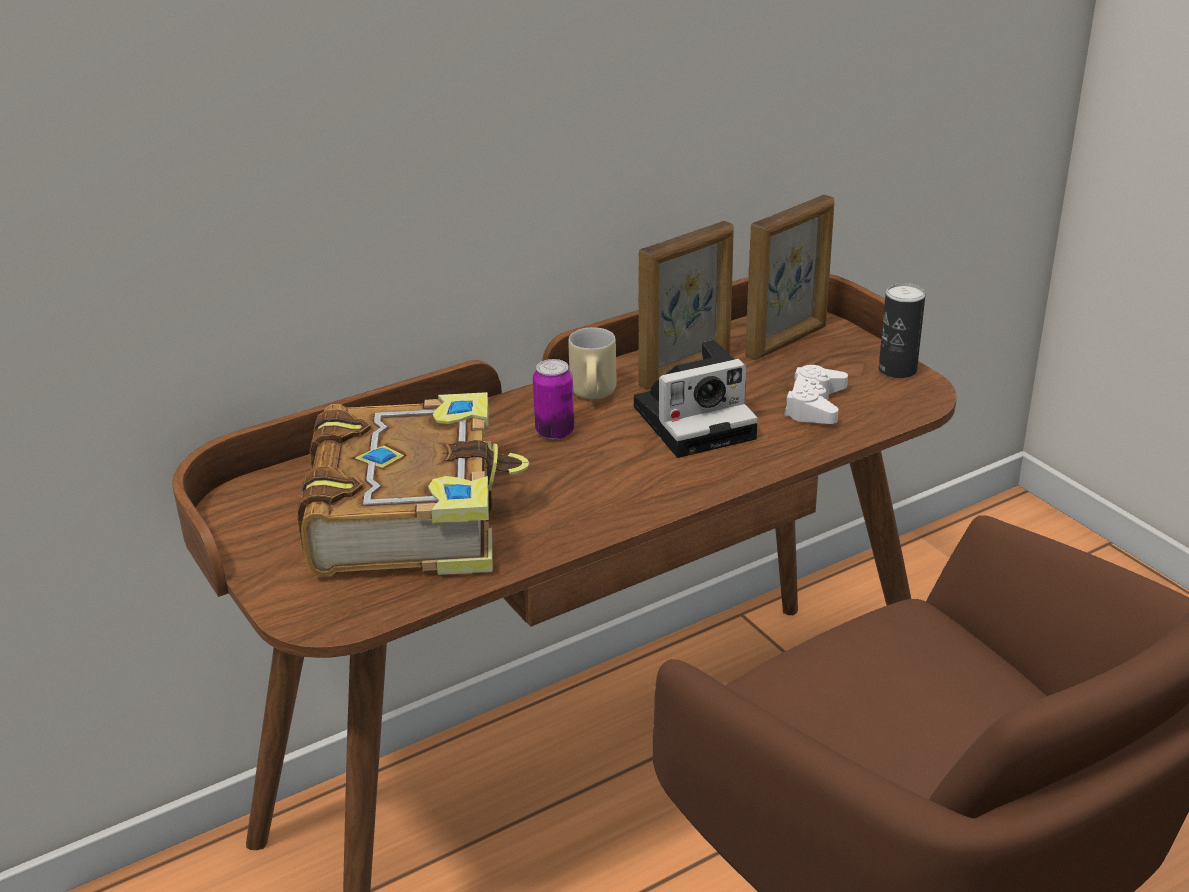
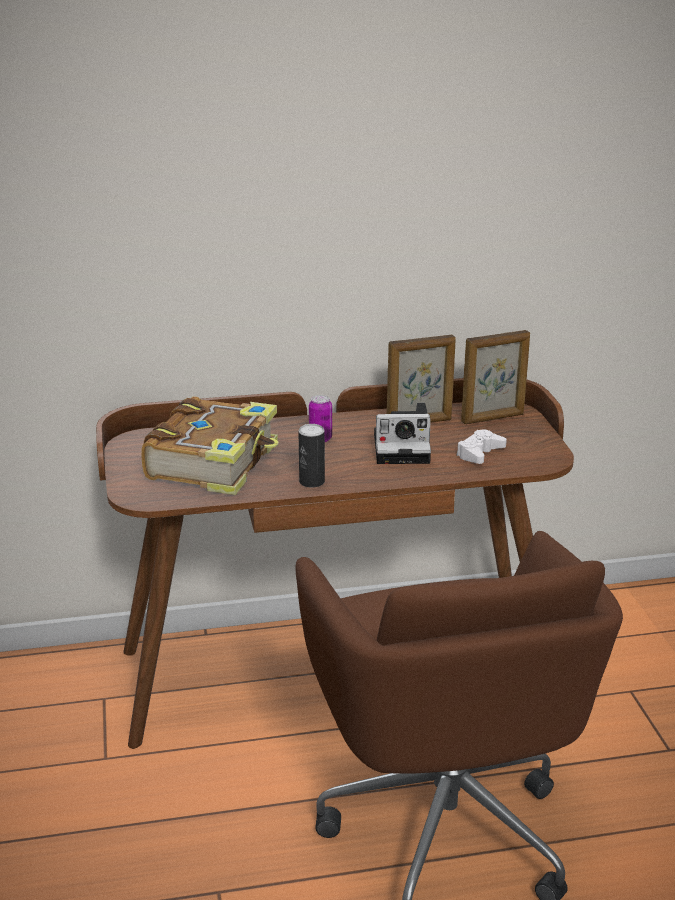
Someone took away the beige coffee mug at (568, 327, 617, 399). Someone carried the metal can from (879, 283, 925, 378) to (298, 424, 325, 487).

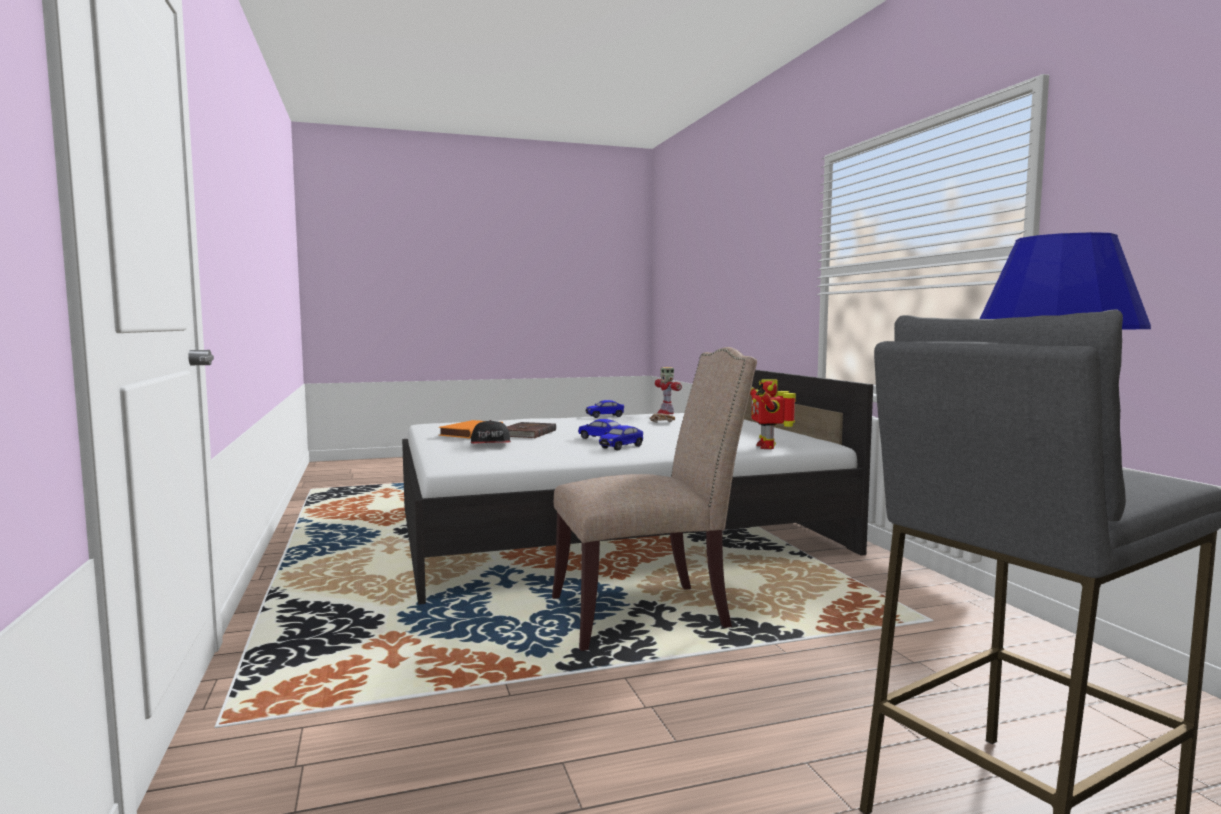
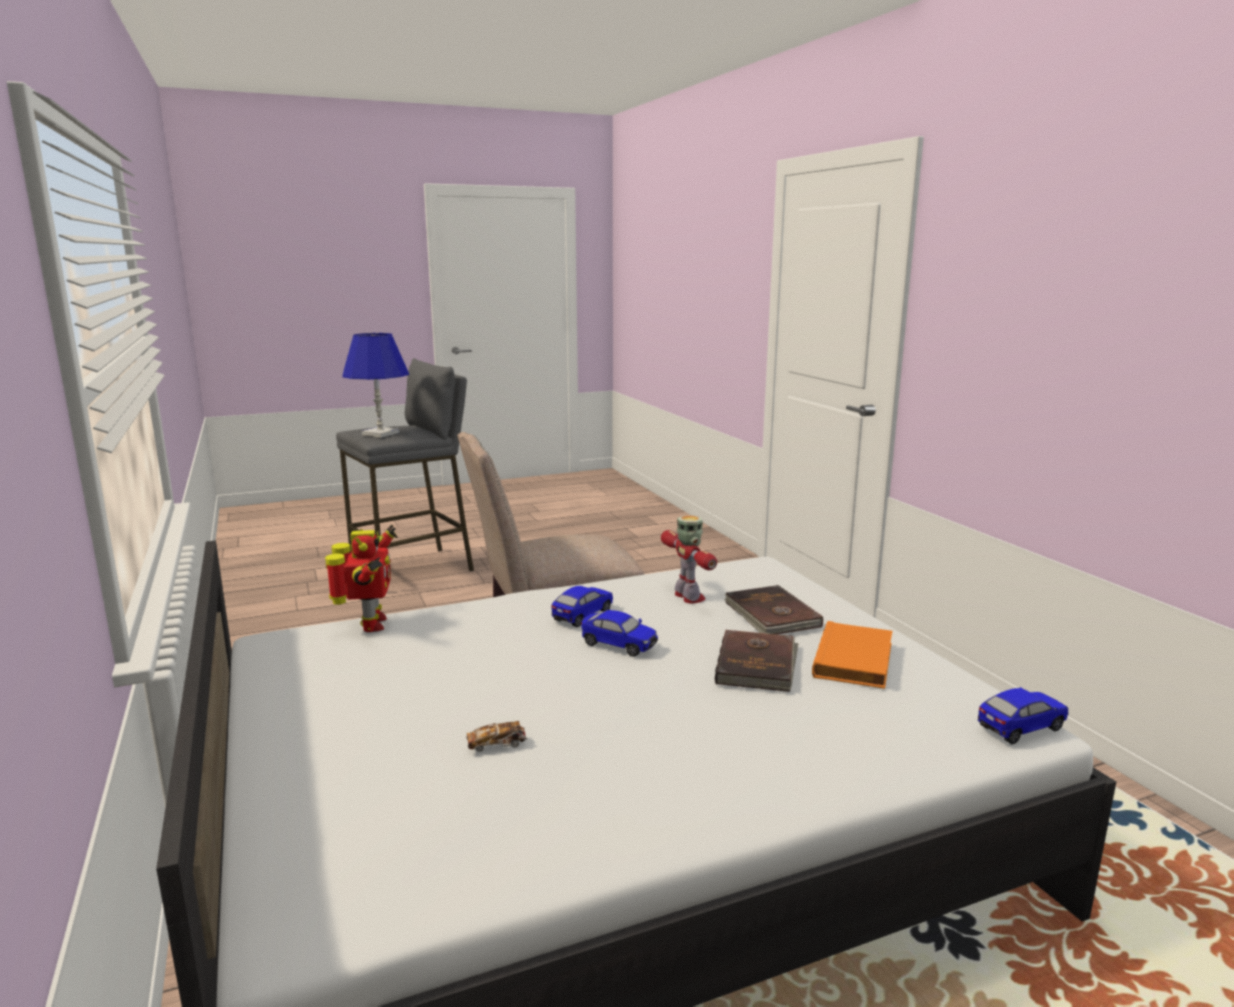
Someone carried the toy car from (585, 400, 624, 418) to (978, 687, 1068, 744). Someone carried the toy robot from (655, 367, 682, 415) to (661, 515, 717, 604). Someone swapped the baseball cap at (471, 420, 511, 444) for the brown-coloured volume at (724, 585, 823, 634).

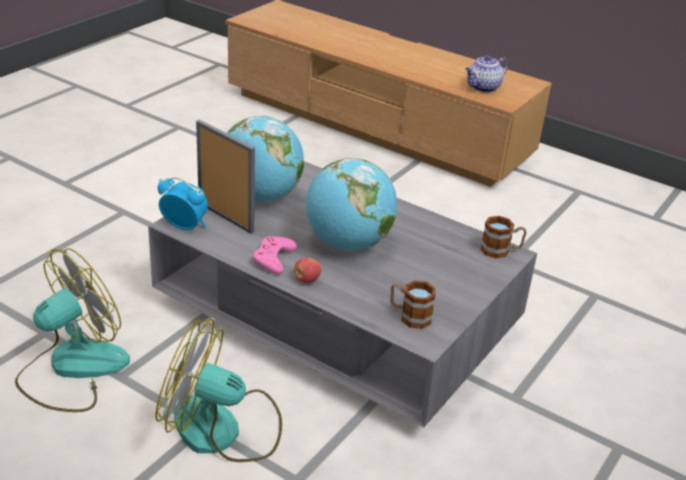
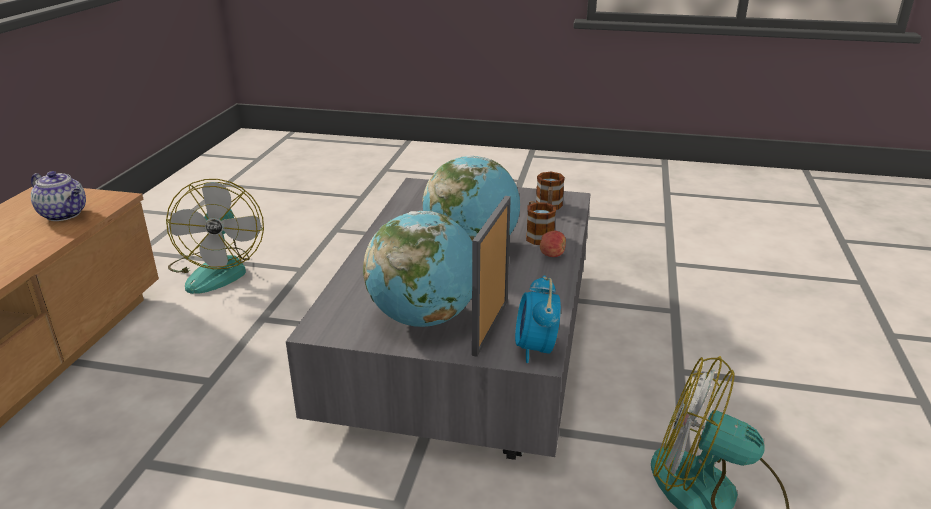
Someone took away the pink-coloured game controller at (253, 236, 297, 274). Someone carried the cooling fan from (155, 319, 282, 462) to (166, 179, 264, 294). Someone carried the coffee mug from (481, 216, 526, 258) to (526, 201, 556, 245).

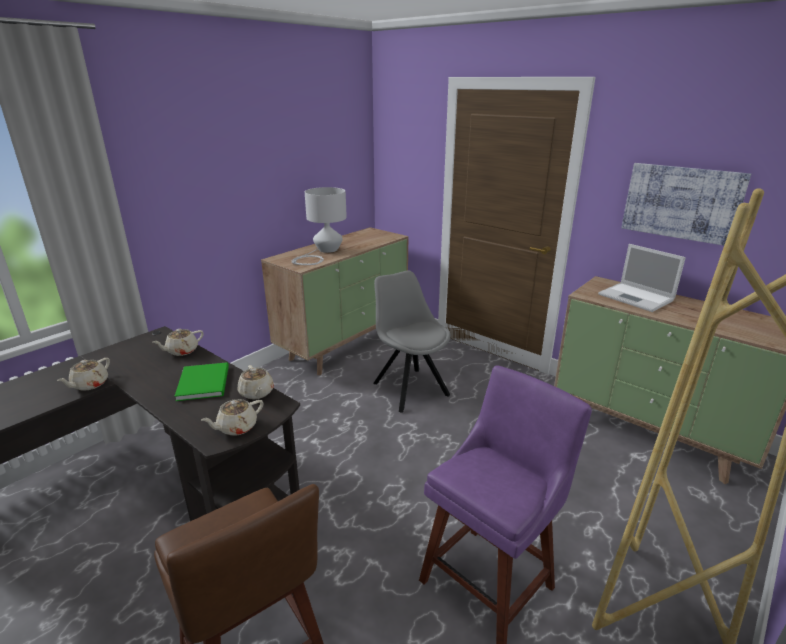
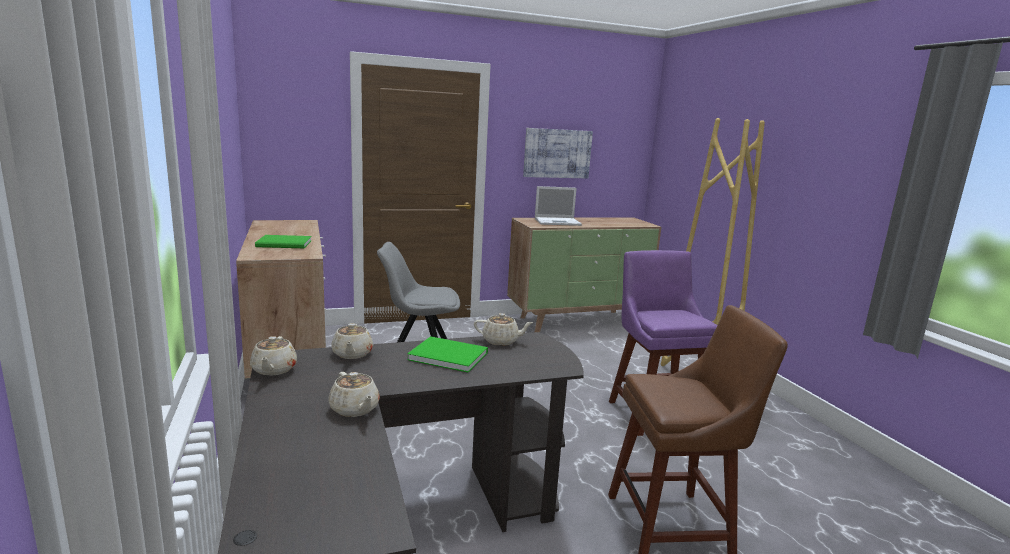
Someone carried the beige teapot from (201, 399, 263, 436) to (250, 336, 297, 376). Someone swapped the white table lamp at (292, 187, 347, 265) for the green volume at (255, 235, 312, 248).

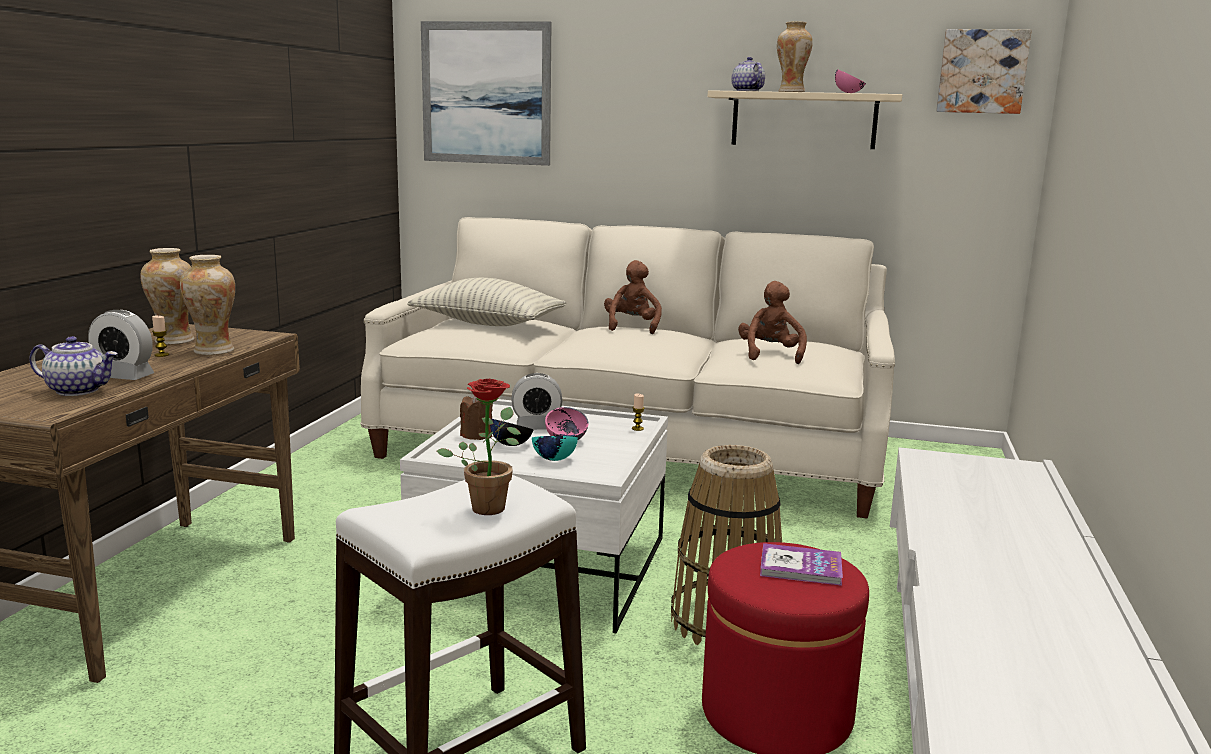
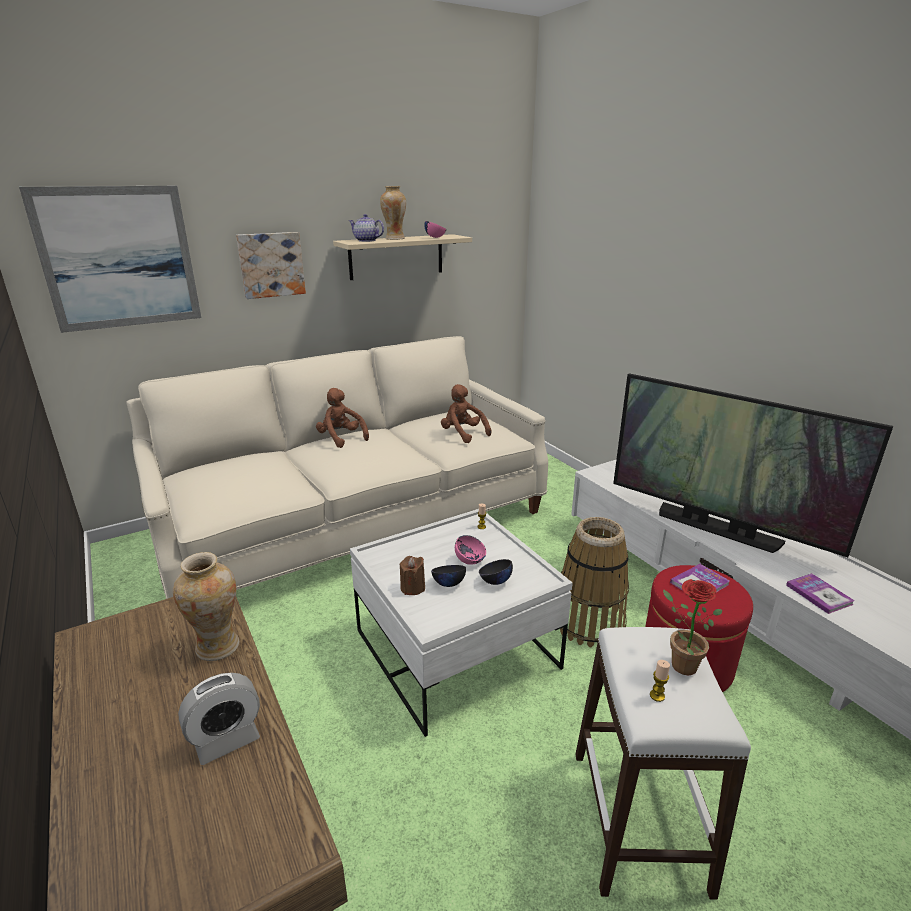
Someone took away the teapot at (29, 336, 117, 396). Someone took away the flower vase at (140, 248, 194, 345). Someone took away the throw pillow at (407, 278, 567, 326). Someone took away the bedside clock at (512, 373, 562, 430). Someone put down the television at (613, 373, 893, 557). Someone put down the volume at (786, 573, 855, 614). Someone carried the candle from (152, 316, 169, 357) to (650, 660, 670, 702). Someone carried the wall art from (936, 29, 1032, 114) to (236, 232, 306, 299). Someone repainted the turquoise bowl at (532, 436, 578, 461), which became the black-coloured bowl at (479, 559, 513, 585).

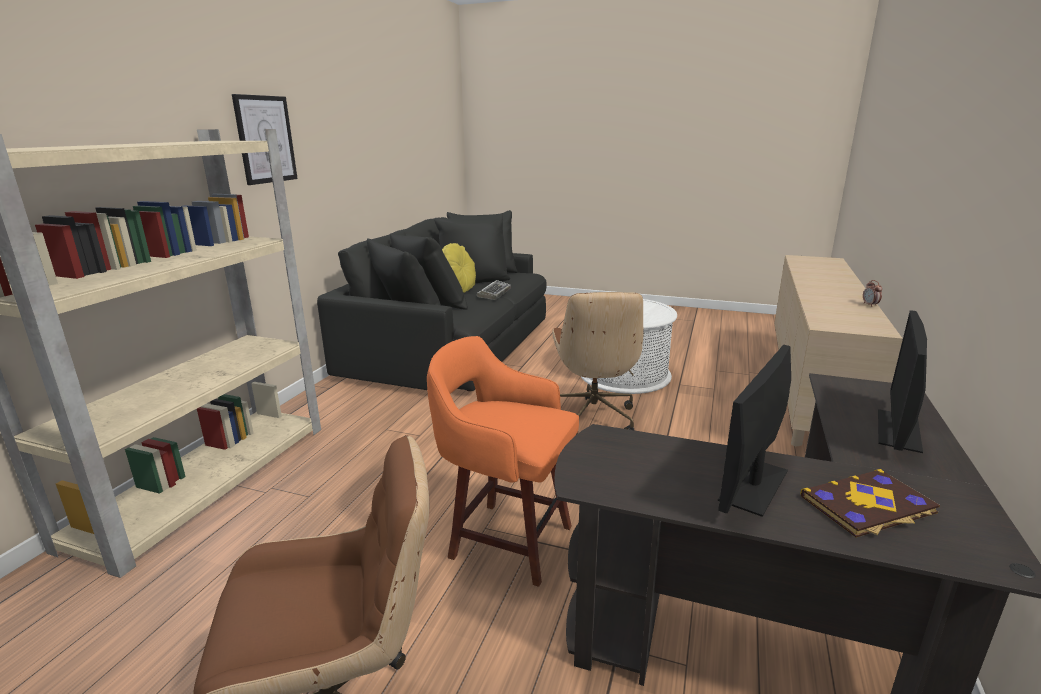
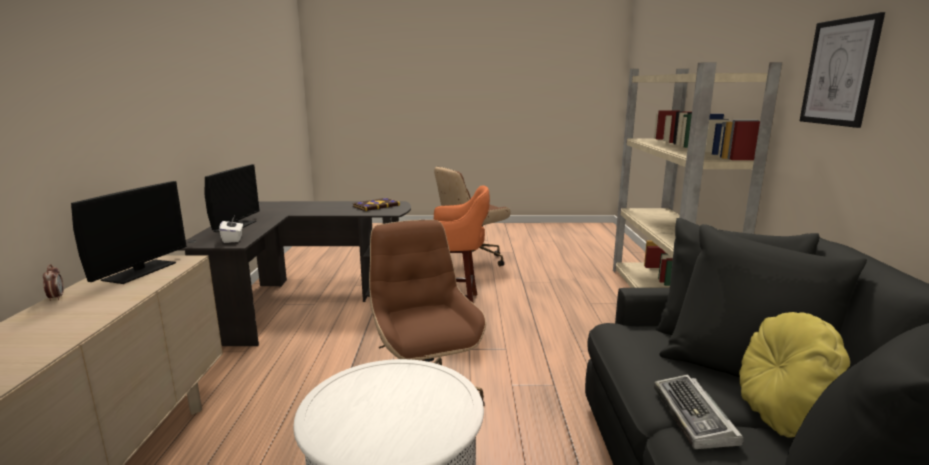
Someone put down the white tissue box at (219, 216, 243, 243). Someone carried the monitor from (718, 345, 791, 517) to (71, 181, 187, 284). Someone carried the volume from (800, 469, 940, 538) to (353, 198, 400, 211).

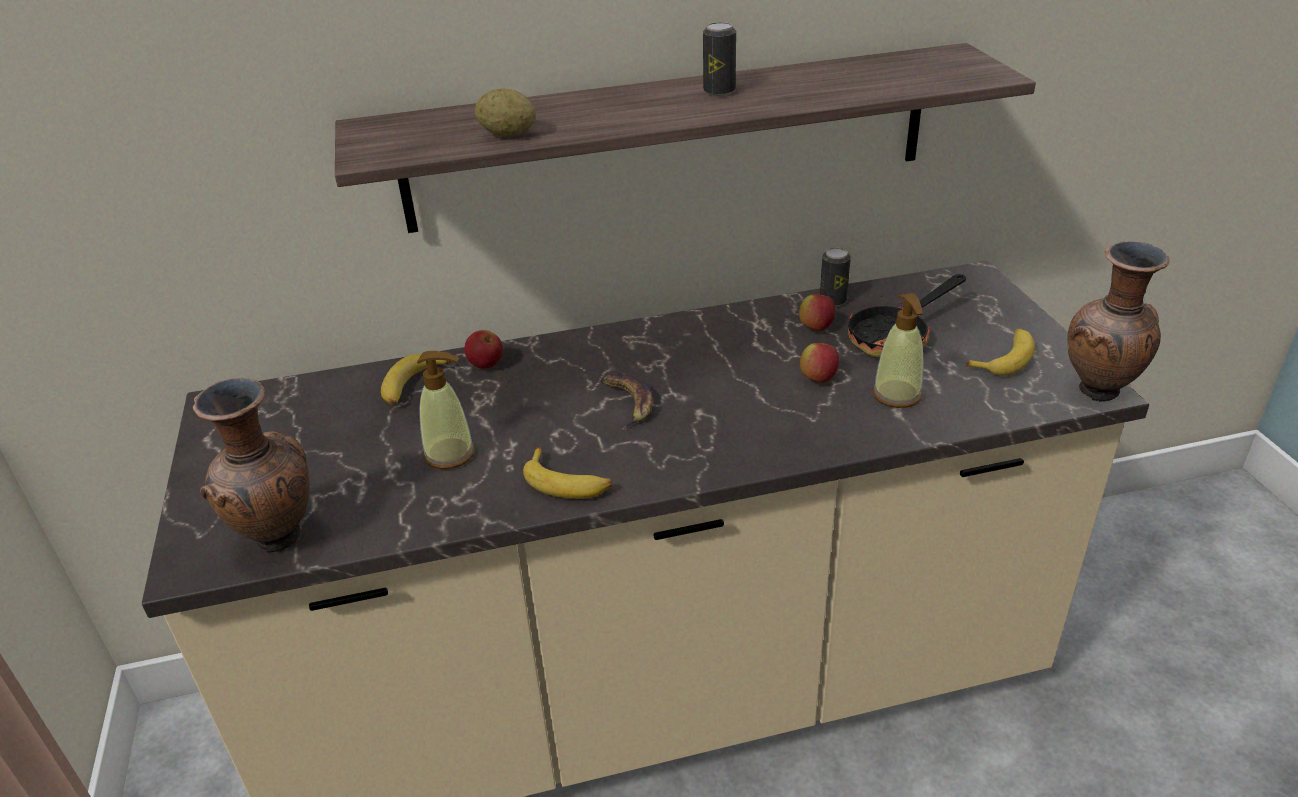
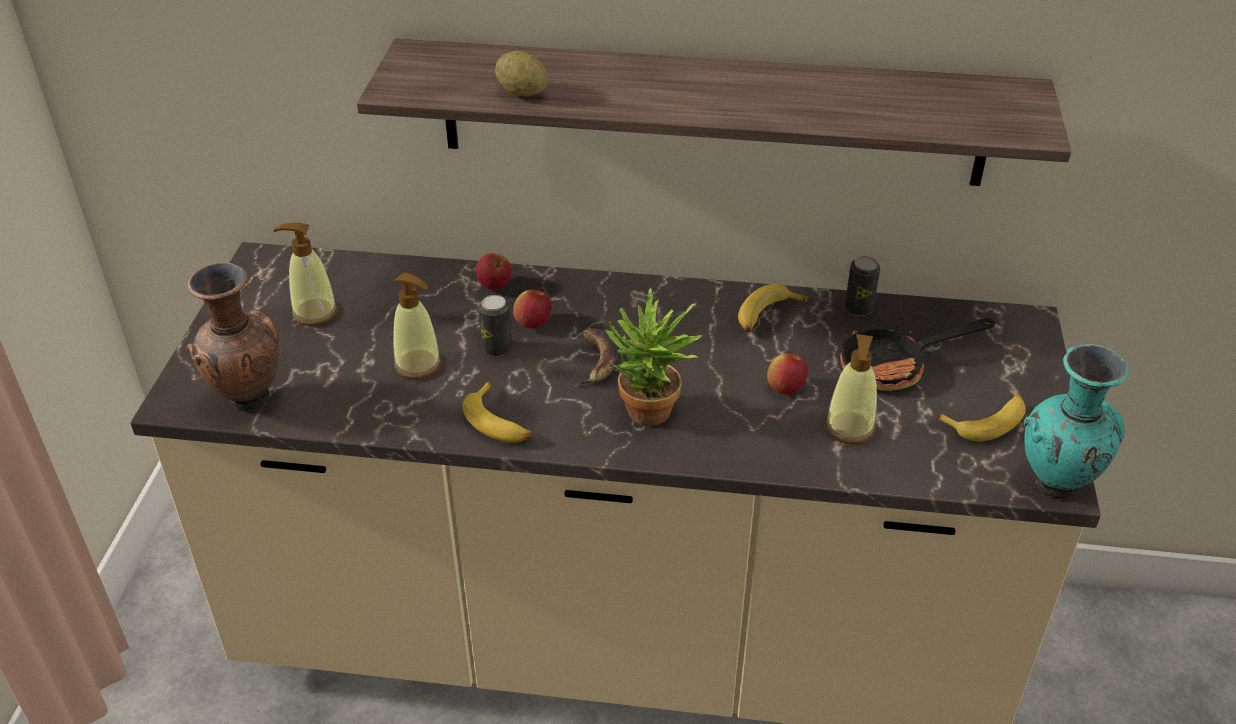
Someone put down the soap bottle at (273, 223, 337, 326). Someone put down the plant in a pot at (605, 288, 702, 426). Someone carried the banana fruit from (381, 354, 451, 406) to (738, 284, 809, 332). Someone carried the metal can from (703, 22, 736, 96) to (479, 295, 512, 357). Someone carried the apple from (799, 294, 835, 331) to (513, 290, 552, 328). Someone repainted the brown-coloured flower vase at (1067, 241, 1170, 402), which became the turquoise flower vase at (1024, 344, 1129, 499).

